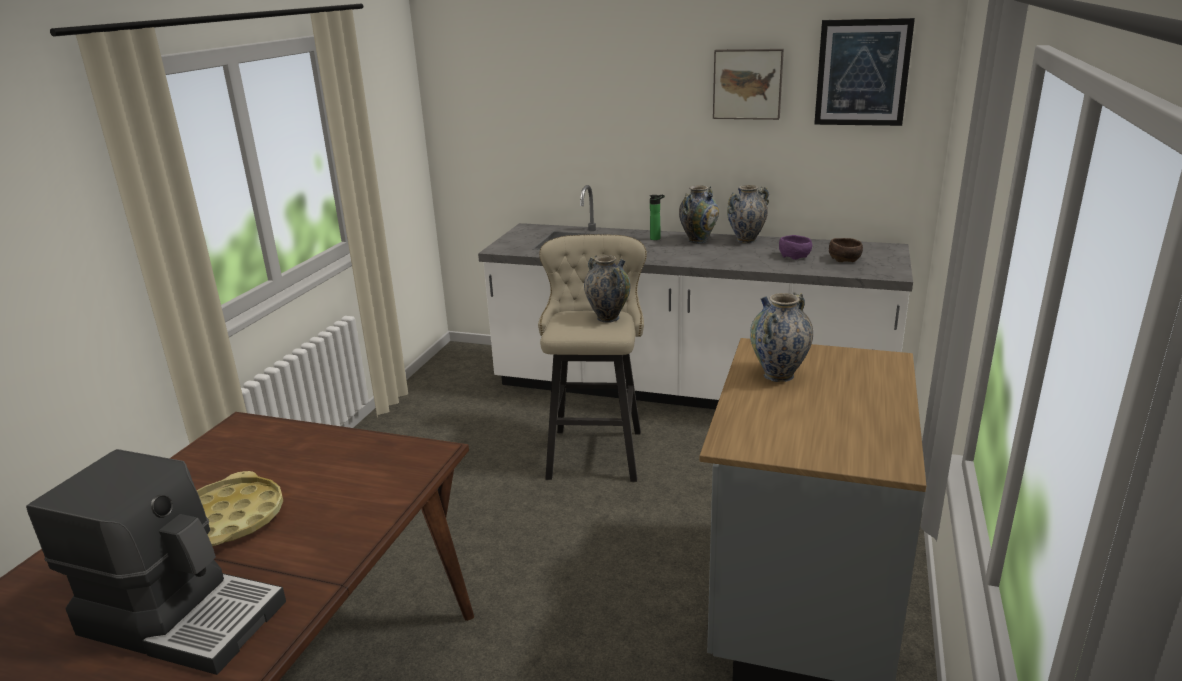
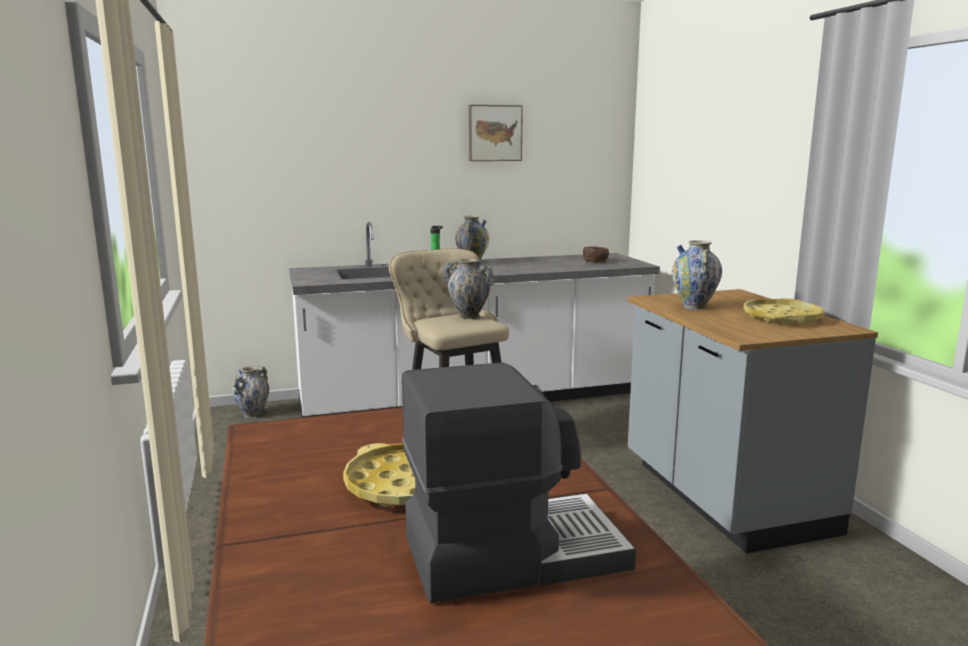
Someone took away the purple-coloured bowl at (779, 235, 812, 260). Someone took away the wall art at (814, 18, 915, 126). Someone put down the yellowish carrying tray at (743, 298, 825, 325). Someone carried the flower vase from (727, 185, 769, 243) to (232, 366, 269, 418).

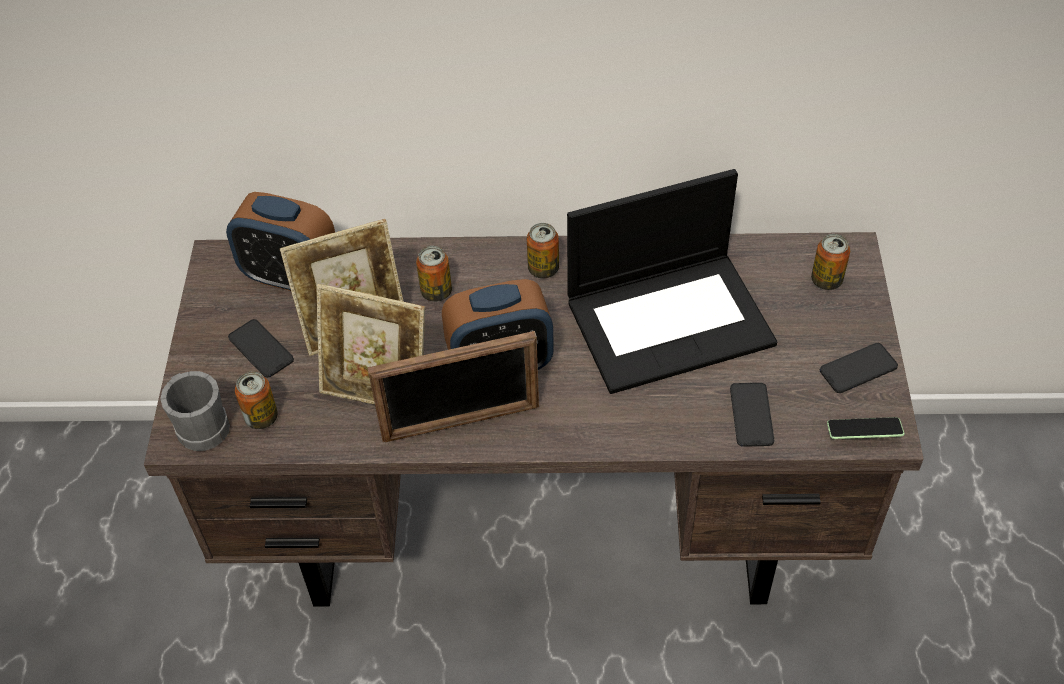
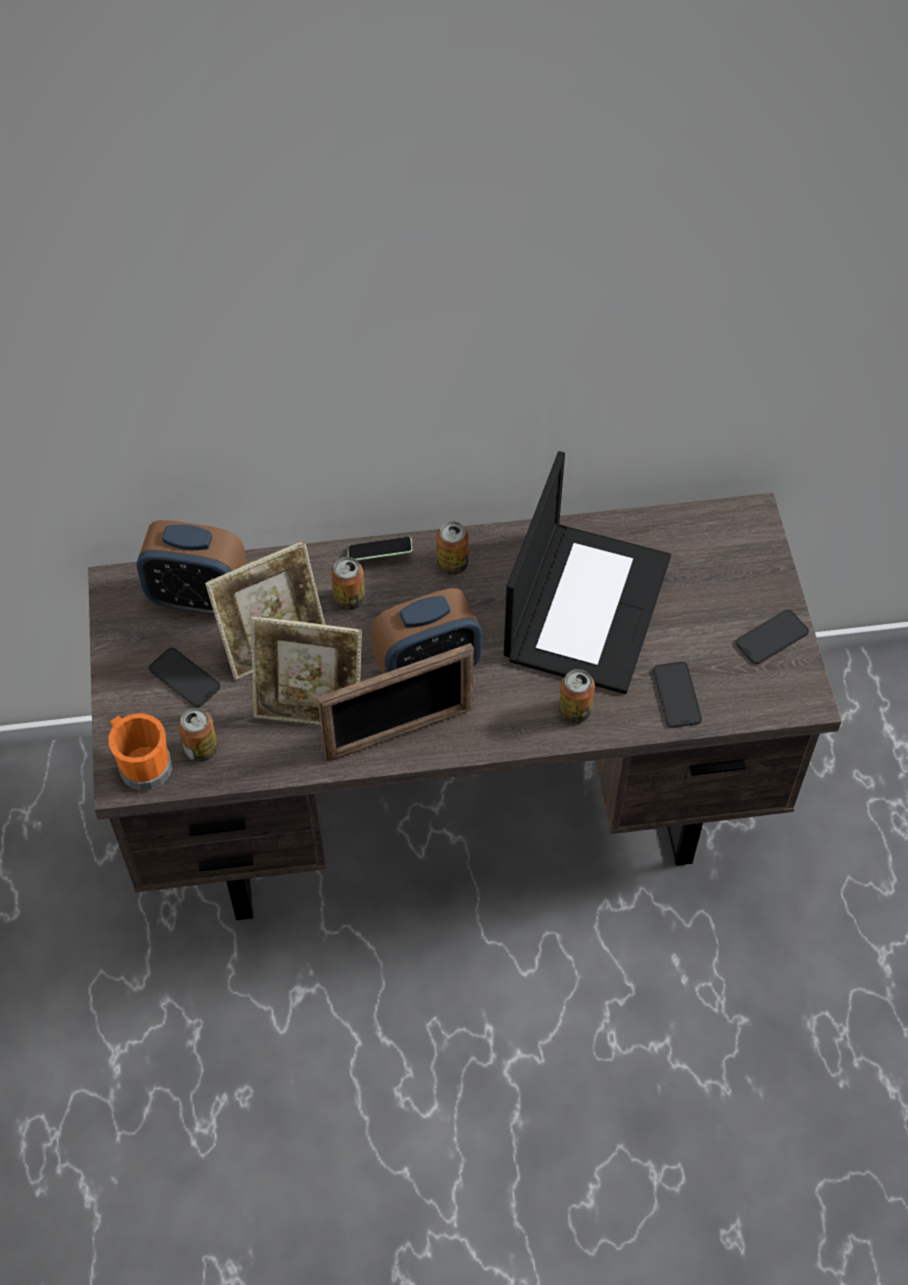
Someone carried the metal can from (811, 234, 850, 290) to (559, 669, 595, 723). Someone carried the handset from (827, 417, 905, 439) to (348, 536, 412, 561). Someone repainted the greyish coffee mug at (160, 371, 230, 451), which became the orangey coffee mug at (108, 713, 172, 791). Someone rotated the laptop at (567, 169, 777, 394) by 45 degrees counterclockwise.

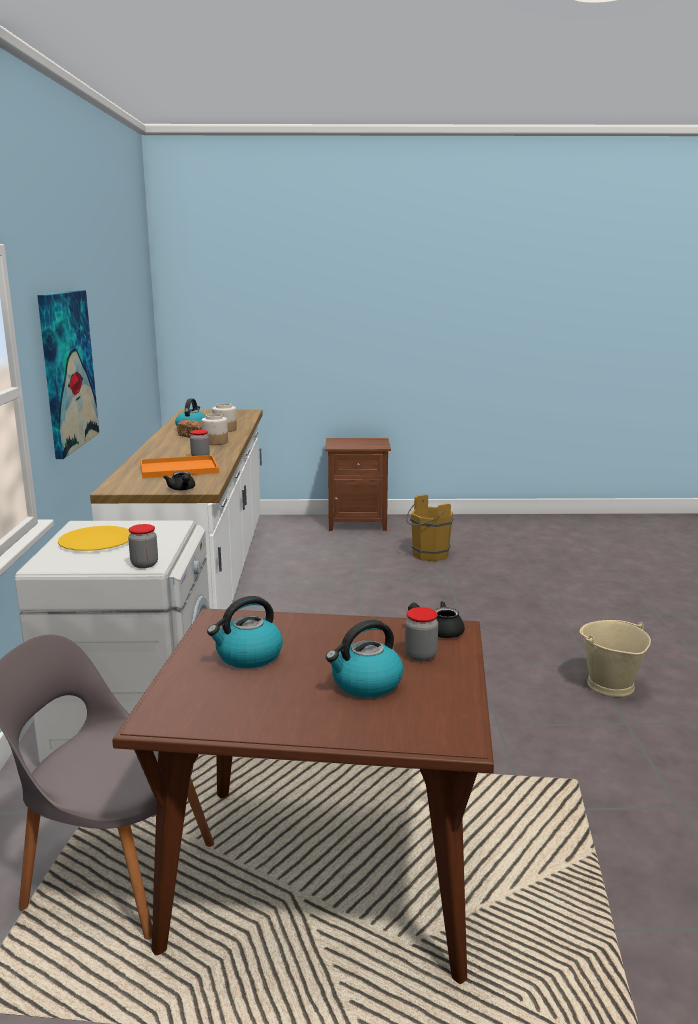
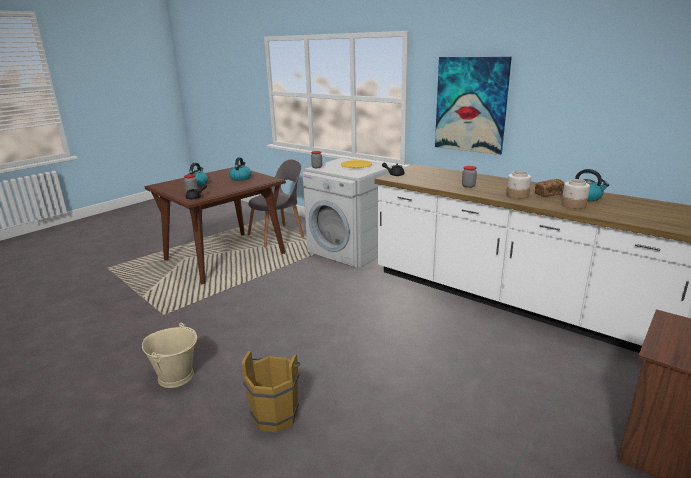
Someone took away the orangey carrying tray at (140, 455, 219, 478). Someone carried the brown-coloured bucket from (406, 494, 454, 561) to (242, 351, 300, 433).

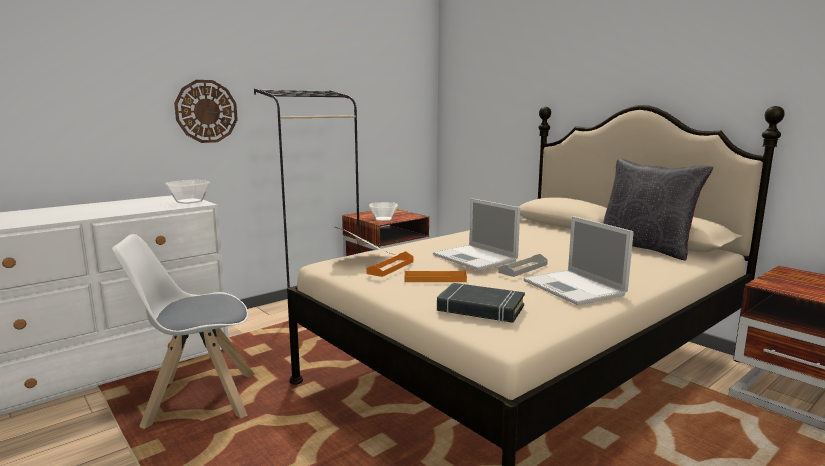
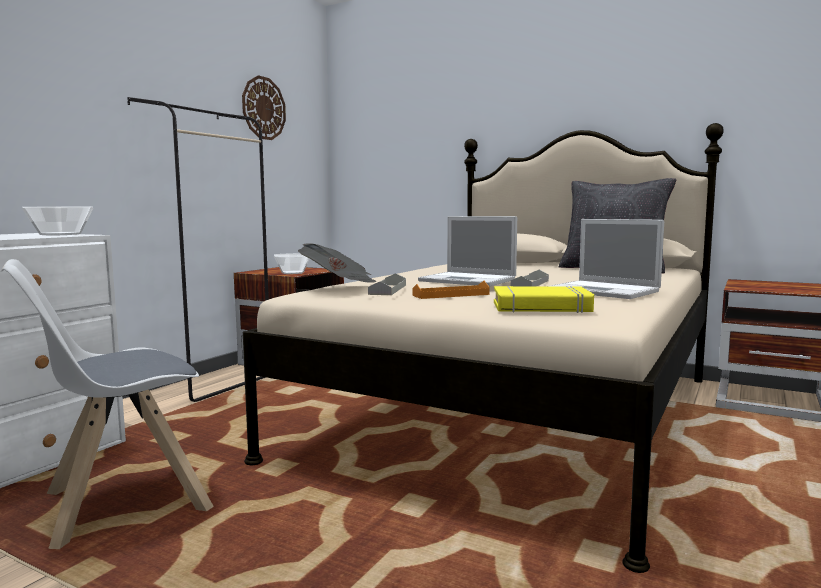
Someone carried the clock on the wall from (174, 80, 238, 143) to (242, 75, 286, 140). Someone repainted the orangey carrying tray at (366, 251, 413, 277), which became the greyish carrying tray at (368, 273, 406, 295). Someone repainted the black-coloured volume at (437, 283, 525, 323), which became the yellowish volume at (494, 286, 594, 313).

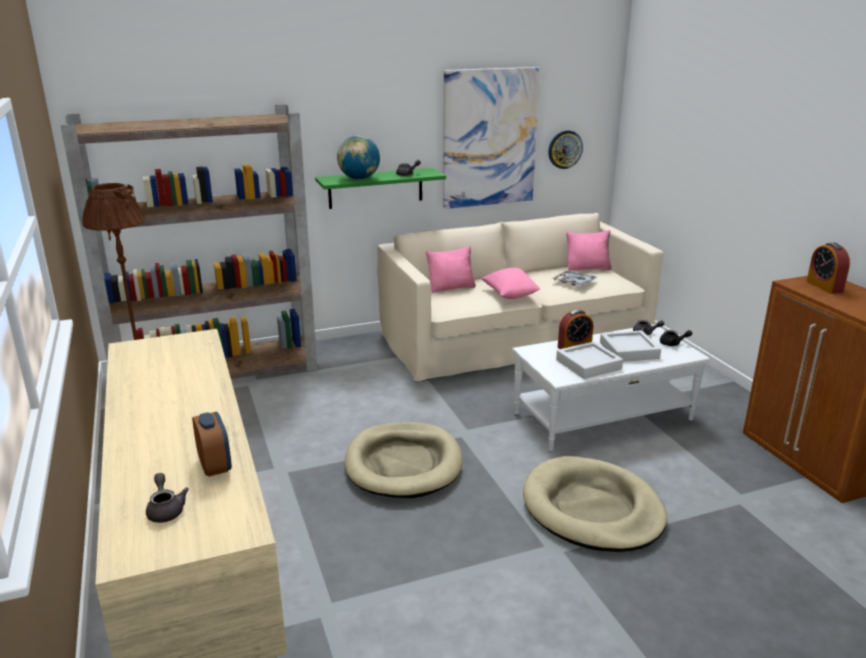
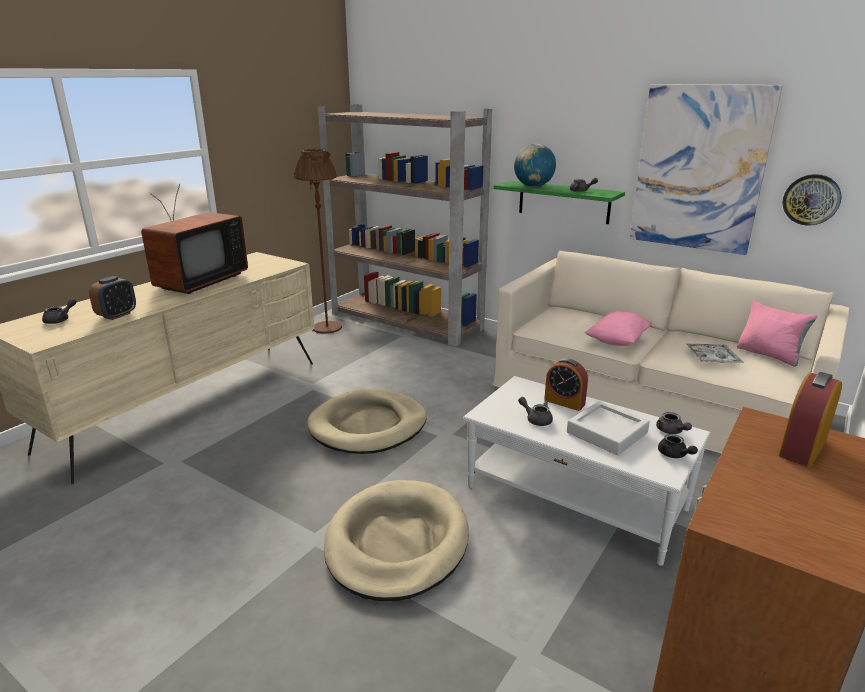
Someone took away the pink-coloured throw pillow at (426, 245, 476, 293). Someone put down the television at (141, 184, 248, 294). Someone swapped the greyish carrying tray at (556, 341, 623, 379) for the greyish teapot at (518, 397, 553, 426).

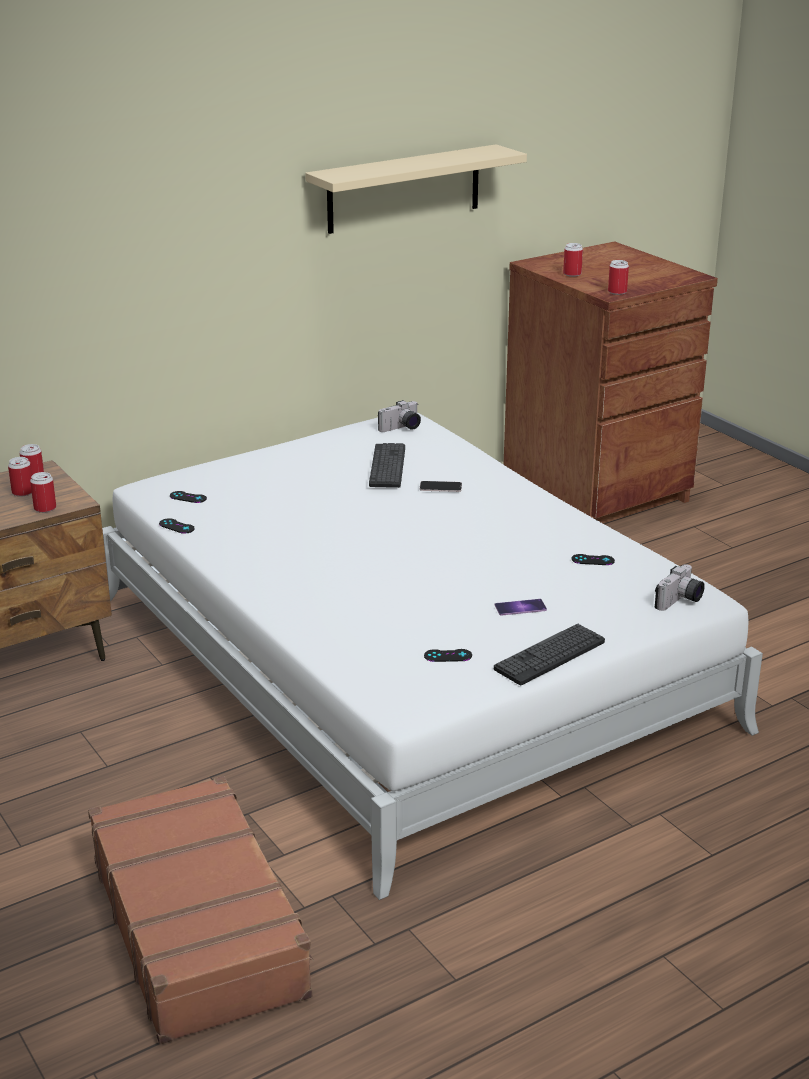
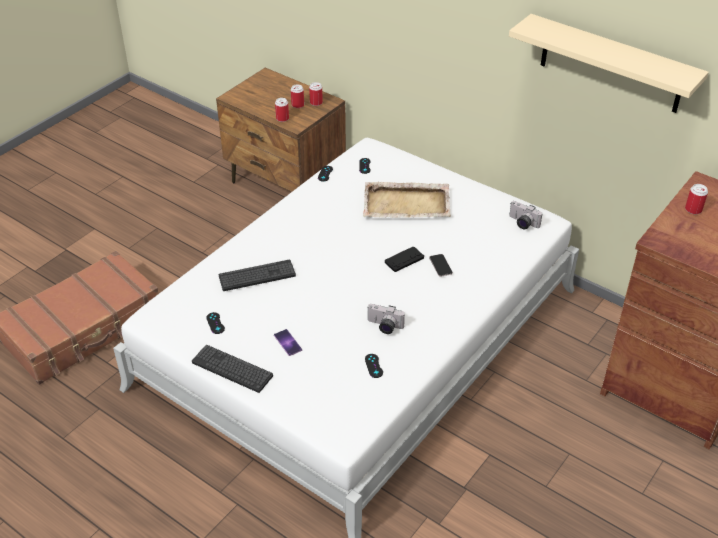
Someone took away the metal can at (608, 260, 629, 295). Someone put down the beige carrying tray at (363, 182, 451, 218). Someone put down the black-coloured game controller at (385, 247, 424, 272). Someone carried the computer keyboard from (369, 443, 405, 488) to (218, 260, 296, 291). Someone carried the still camera from (655, 564, 705, 611) to (368, 304, 405, 334).

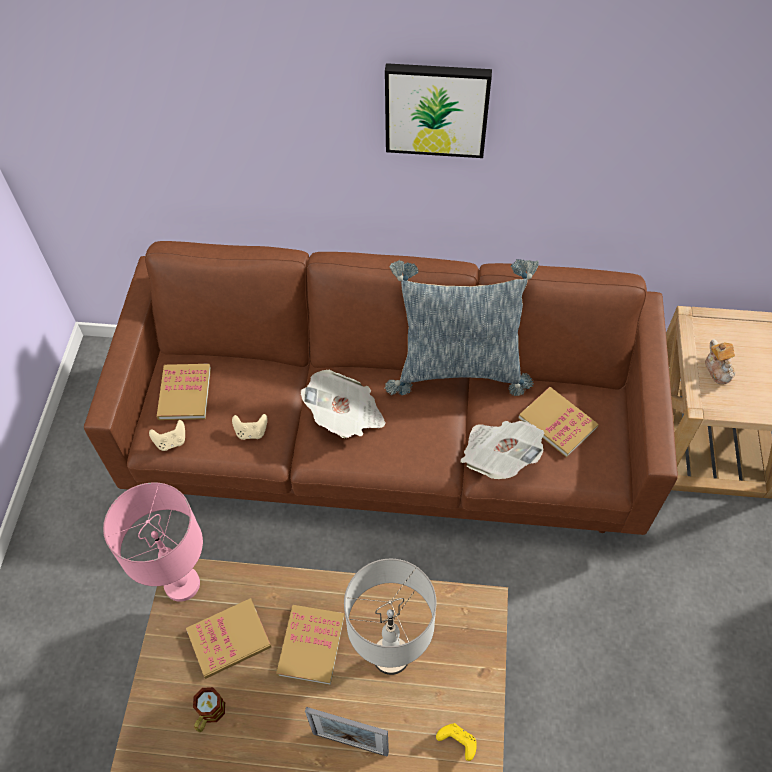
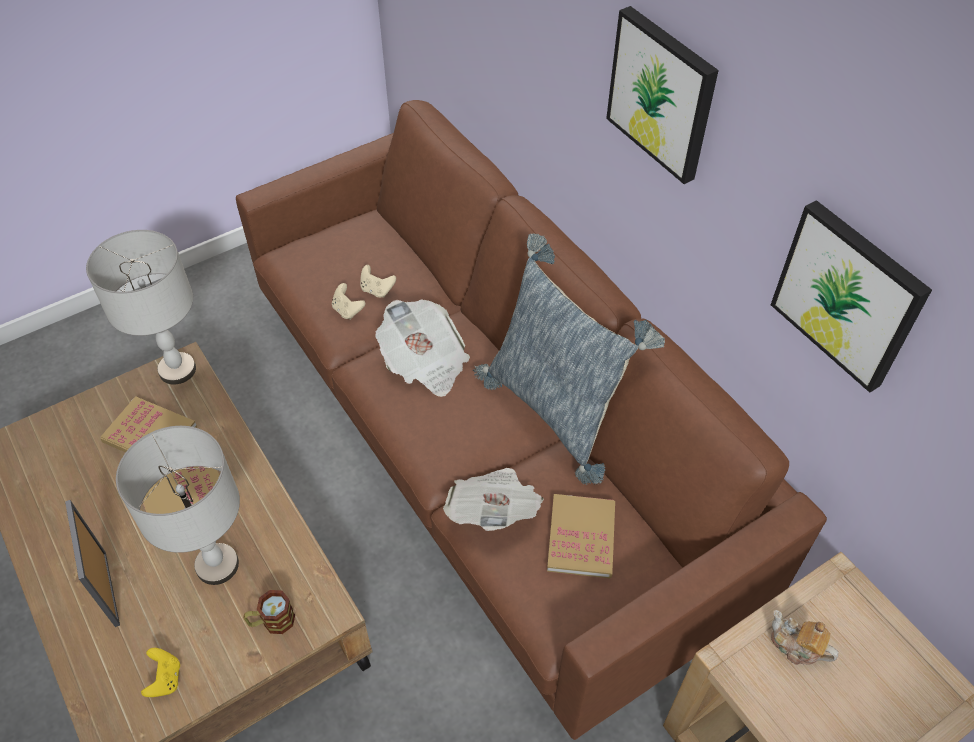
Someone took away the volume at (157, 364, 211, 420). Someone put up the wall art at (771, 200, 932, 393). Someone carried the beige game controller from (149, 420, 185, 451) to (360, 265, 396, 298). Someone carried the coffee mug from (193, 687, 225, 732) to (243, 590, 295, 634). Someone repainted the pink-coloured table lamp at (103, 482, 203, 602), which became the greyish table lamp at (86, 230, 196, 385). Someone rotated the teapot at (705, 339, 735, 384) by 90 degrees clockwise.

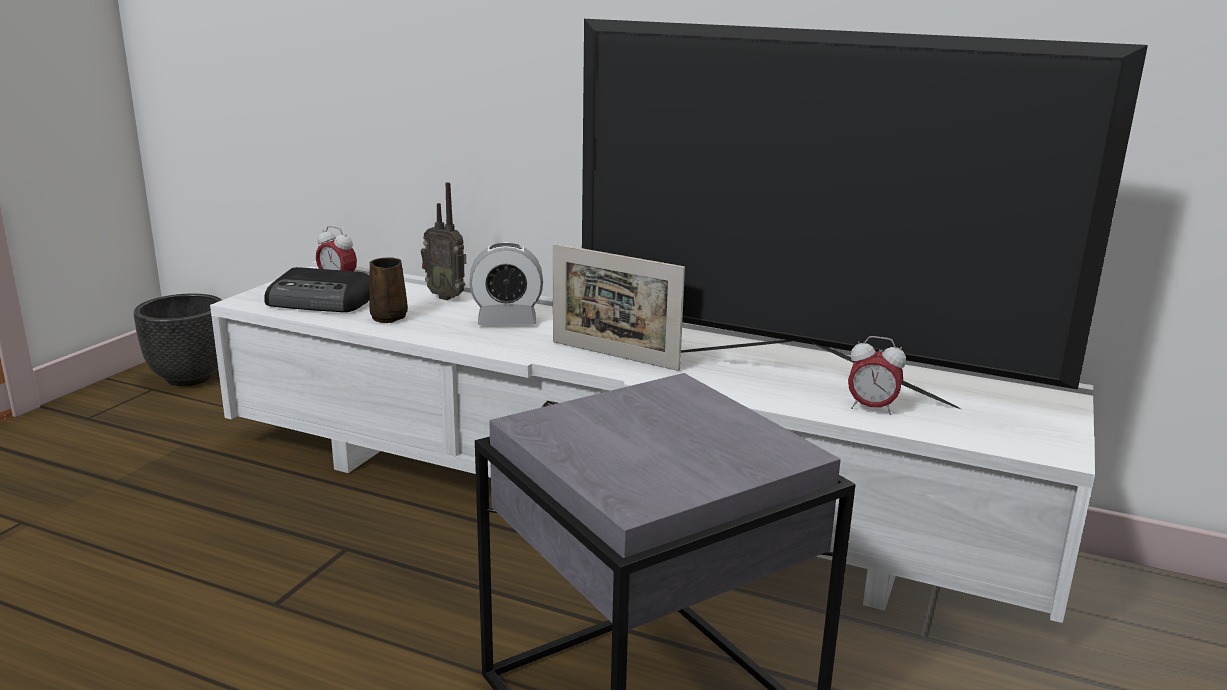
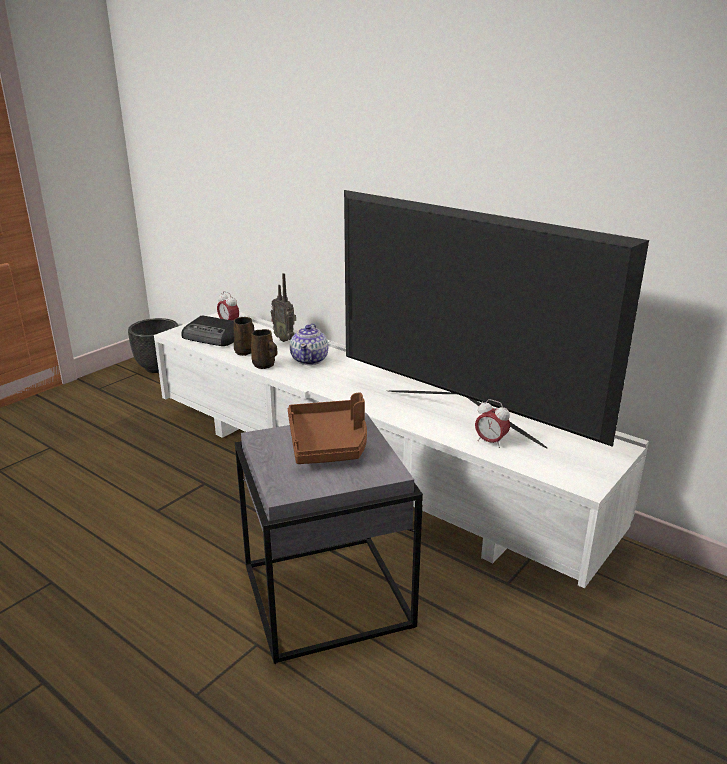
Someone took away the picture frame at (553, 244, 685, 371). Someone put down the brown-coloured coffee mug at (251, 329, 277, 369). Someone put down the brown-coloured carrying tray at (288, 393, 367, 464). Someone swapped the bedside clock at (469, 242, 543, 325) for the teapot at (290, 323, 328, 365).

